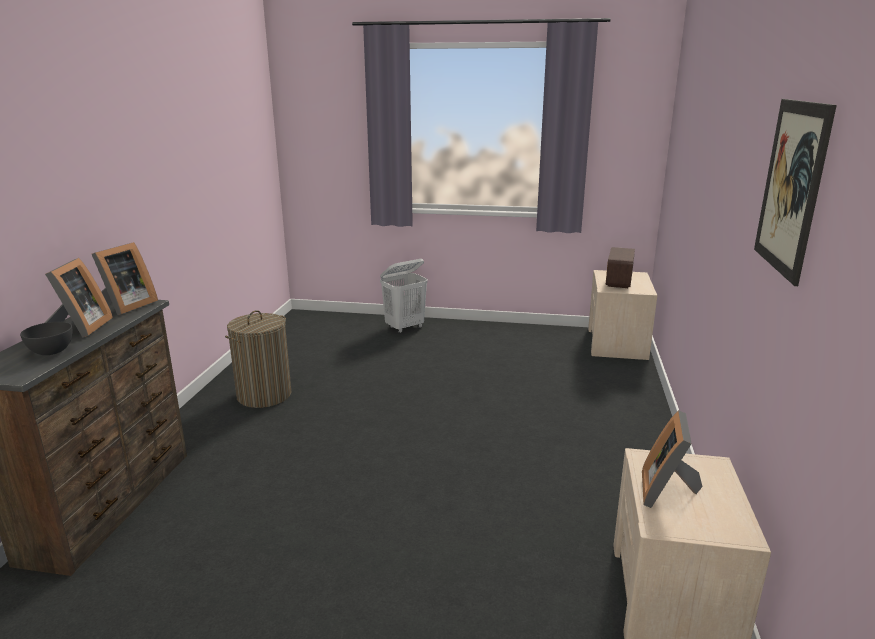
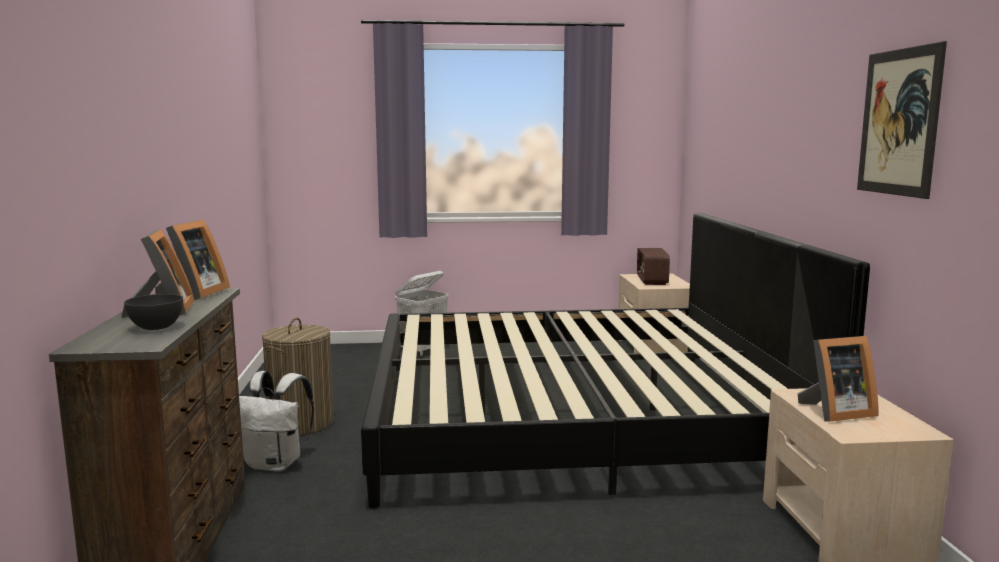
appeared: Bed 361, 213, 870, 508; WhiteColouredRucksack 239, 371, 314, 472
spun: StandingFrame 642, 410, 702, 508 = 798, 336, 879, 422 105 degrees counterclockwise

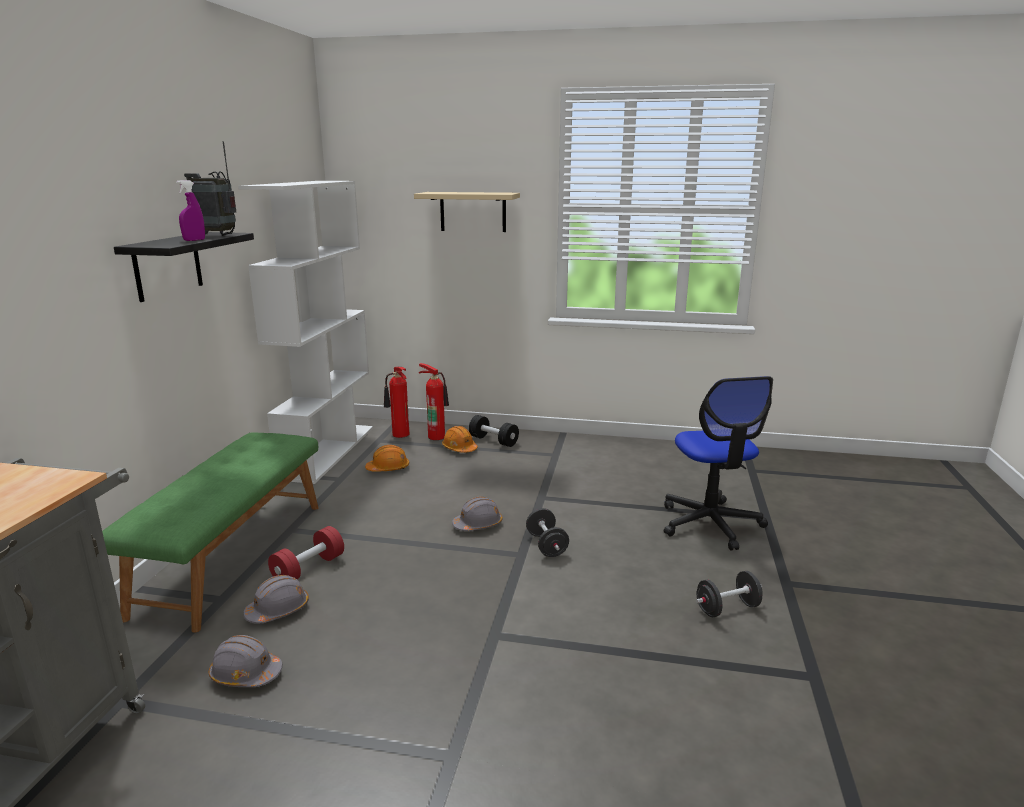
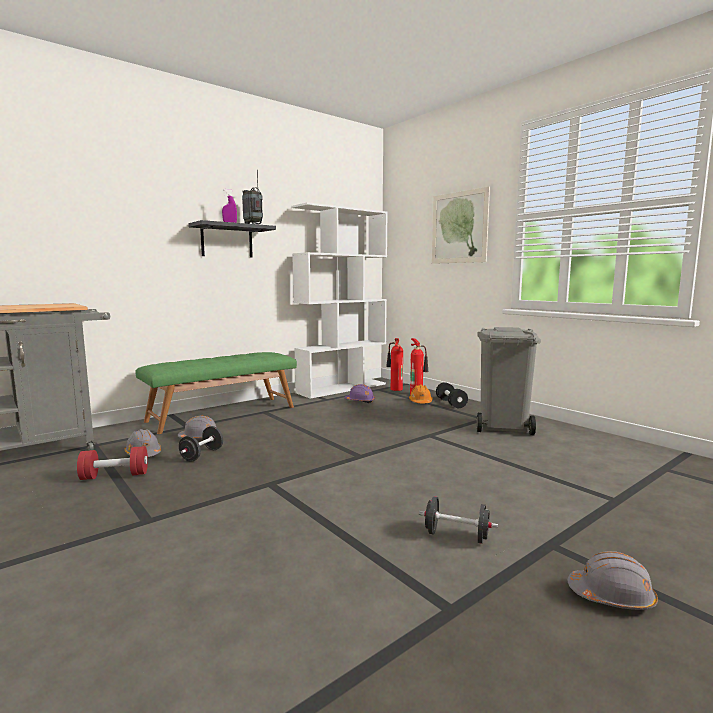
missing: DeskChair 664, 376, 773, 550
appeared: GreyishRubbishBin 477, 327, 541, 435
relocated: GreyishHardHat 452, 497, 502, 531 to 567, 551, 658, 610; BlackishFreeWeight 526, 508, 569, 557 to 179, 426, 223, 462; RedColouredFreeWeight 268, 526, 344, 579 to 77, 446, 148, 480
exchanged: SandColouredBracketShelf 414, 192, 520, 232 to WallPicture 432, 187, 490, 264
colour: OrangeHardHat 365, 445, 409, 472 to PurplishHardHat 345, 384, 375, 403

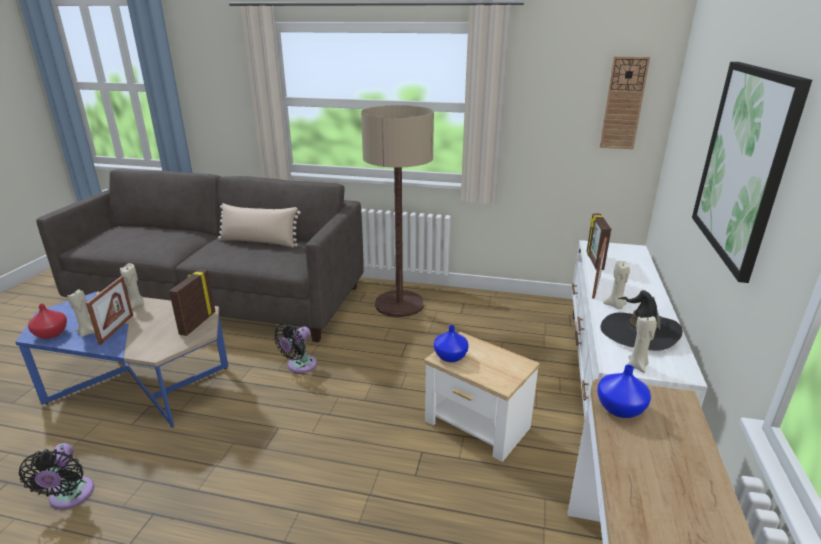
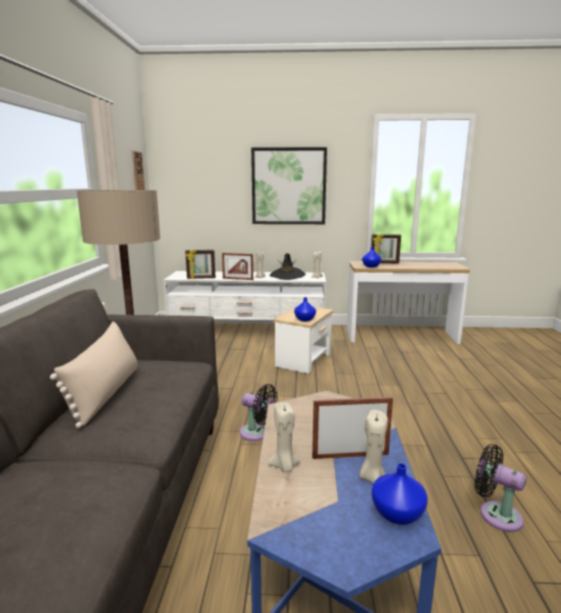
relocated: StandingFrame 169, 269, 216, 336 to 371, 234, 401, 263
colour: RedColouredVase 28, 303, 67, 339 to BlueVase 372, 463, 428, 525
spun: BlackishElectricFan 19, 443, 94, 510 = 474, 444, 527, 532 120 degrees counterclockwise

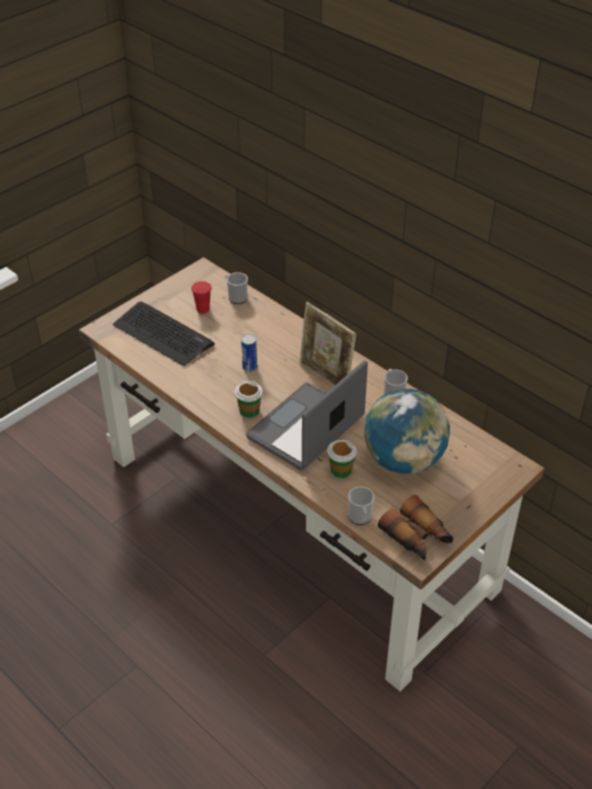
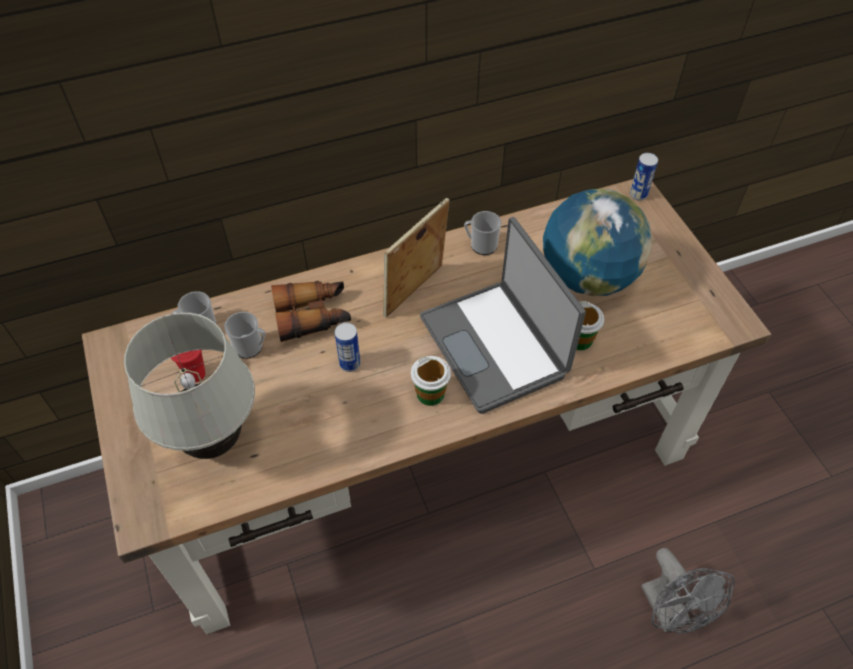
appeared: MetalCan 630, 153, 658, 201; GreyishElectricFan 641, 548, 735, 633
relocated: TeaMug 348, 486, 375, 525 to 224, 312, 265, 359; Binoculars 378, 495, 454, 560 to 271, 281, 351, 342
exchanged: PcKeyboard 113, 301, 215, 366 to WhiteColouredTabletopLamp 124, 313, 255, 459
spun: StandingFrame 300, 302, 356, 386 = 383, 198, 449, 318 150 degrees clockwise

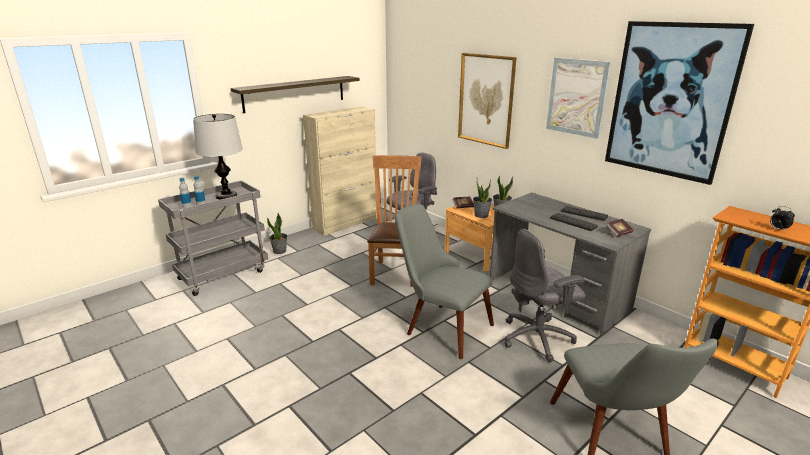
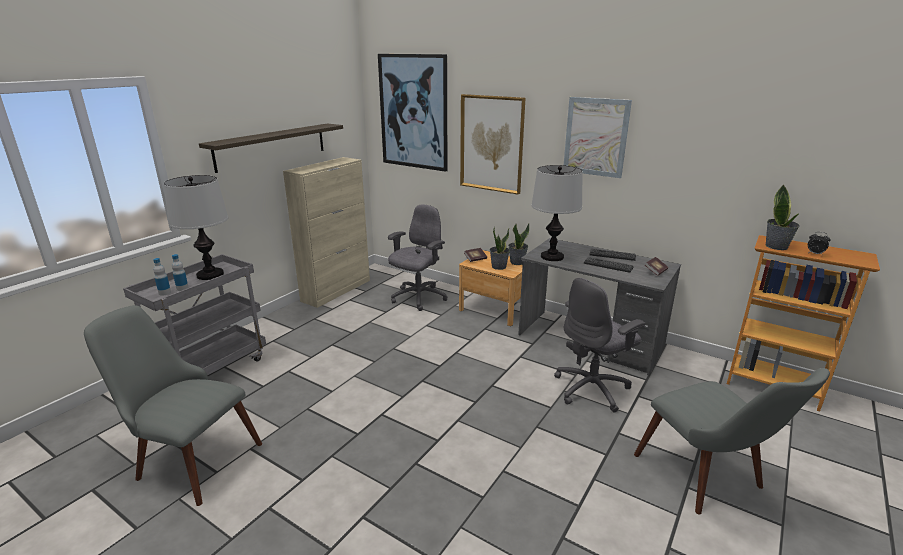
missing: BrownUprightChair 367, 155, 422, 287
appeared: TabletopLamp 531, 165, 583, 261
relocated: WallPicture 605, 21, 754, 185 to 378, 54, 447, 172; GreyishUprightChair 395, 204, 494, 359 to 84, 305, 262, 506; PottedPlant 267, 213, 287, 254 to 765, 184, 800, 250

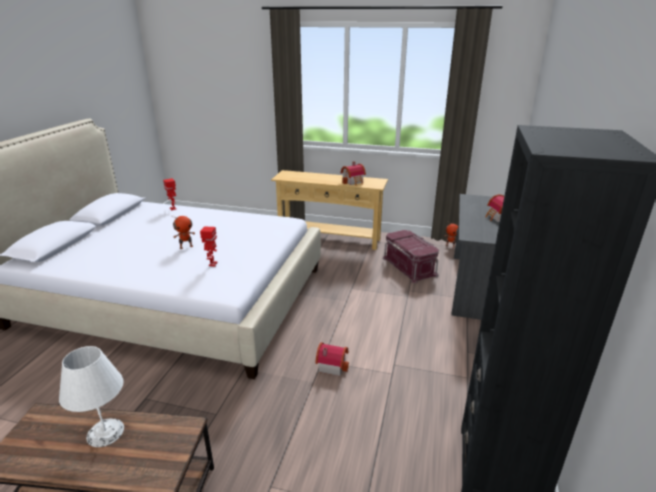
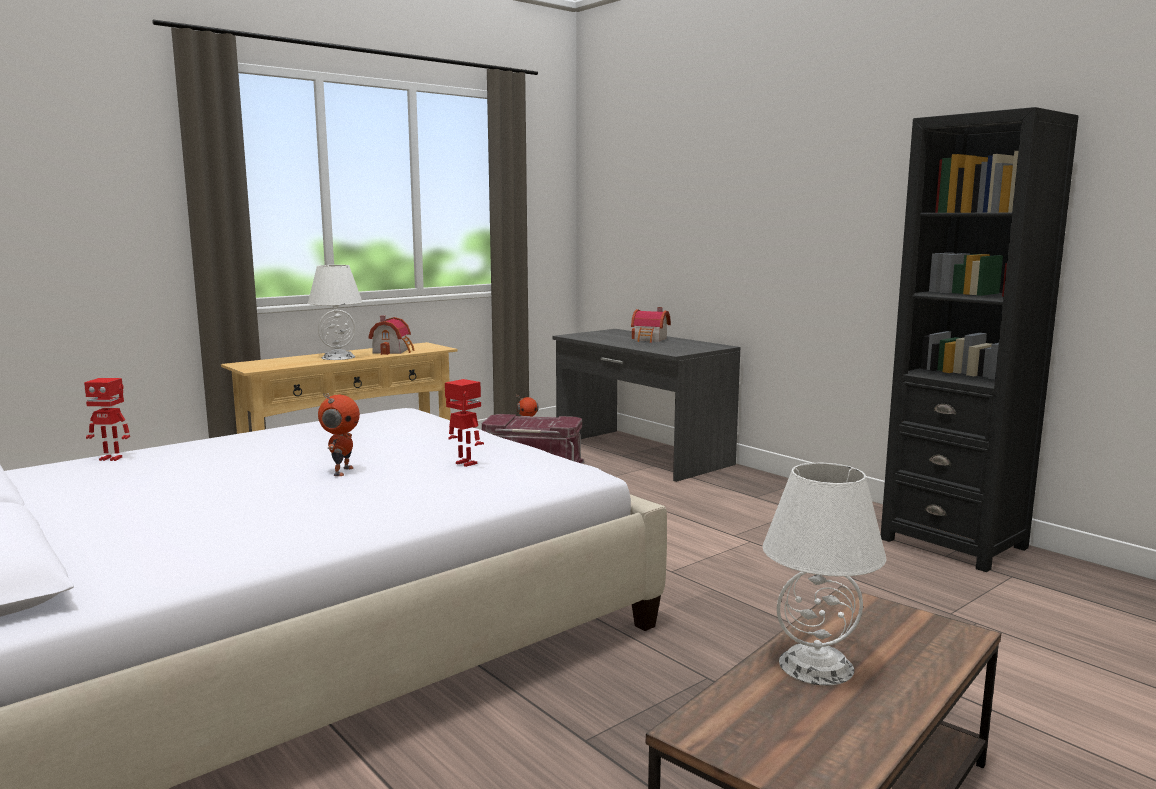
missing: MiniatureHouse 315, 342, 349, 376
appeared: WhiteColouredTabletopLamp 308, 265, 363, 360

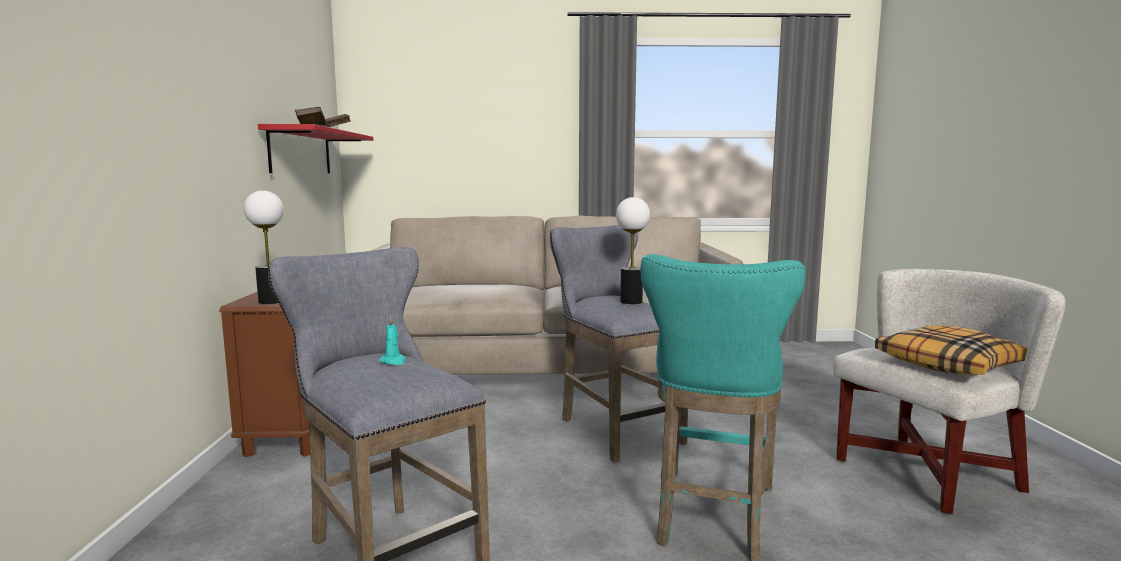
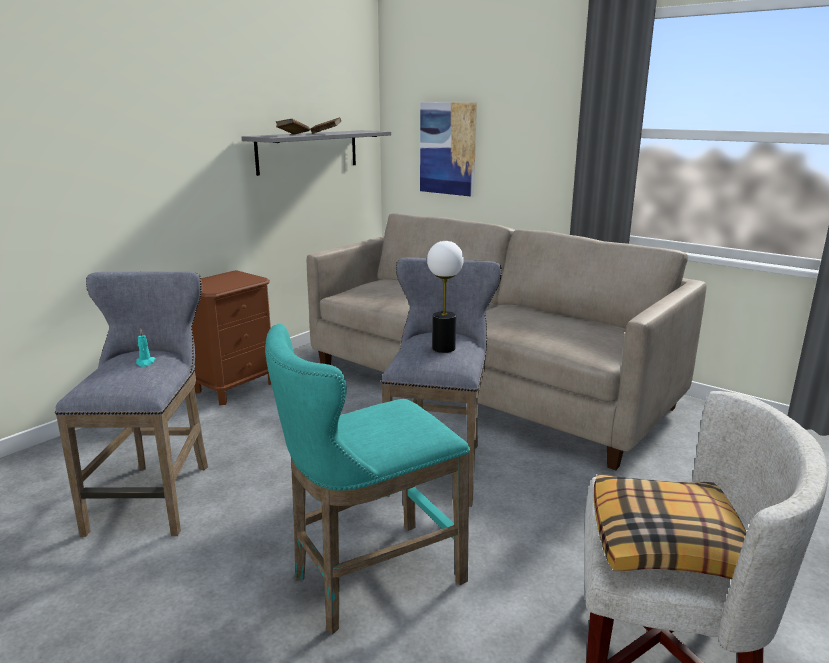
missing: TabletopLamp 244, 191, 284, 304
appeared: WallPicture 420, 102, 477, 197
colour: RedColouredBracketShelf 258, 124, 373, 173 to GreyishBracketShelf 242, 130, 391, 176

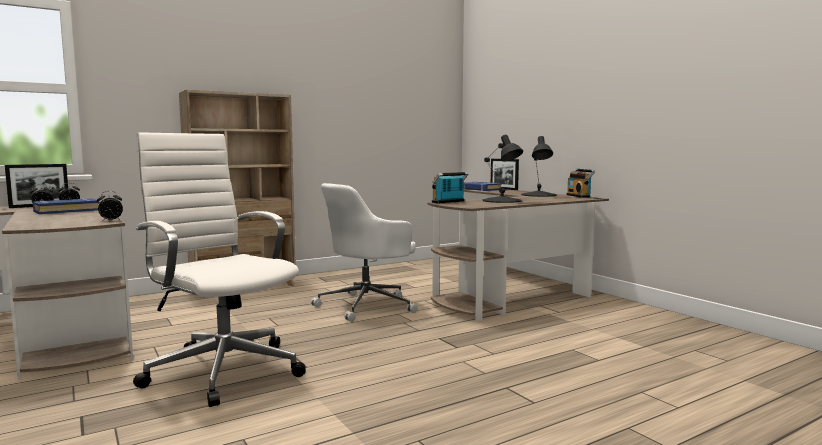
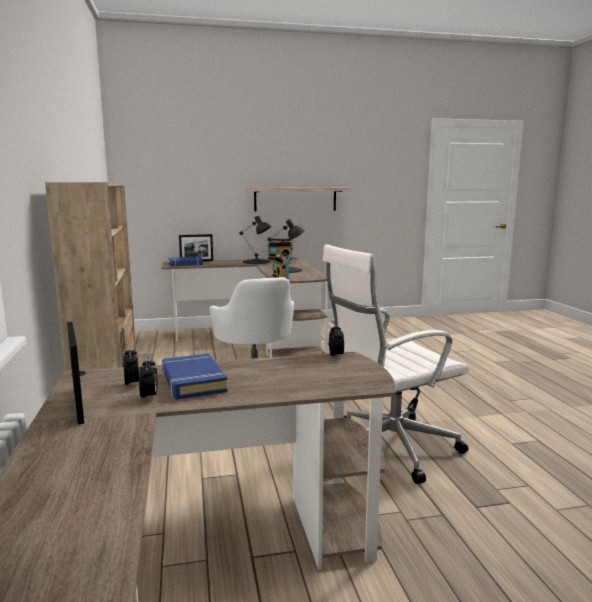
appeared: BracketShelf 245, 187, 352, 212

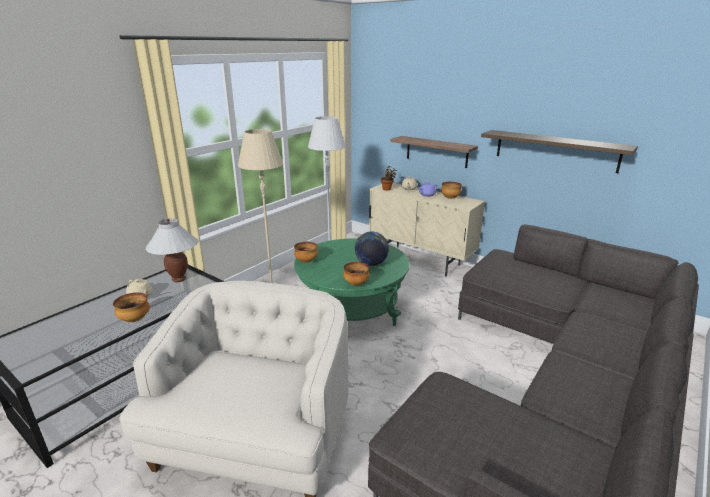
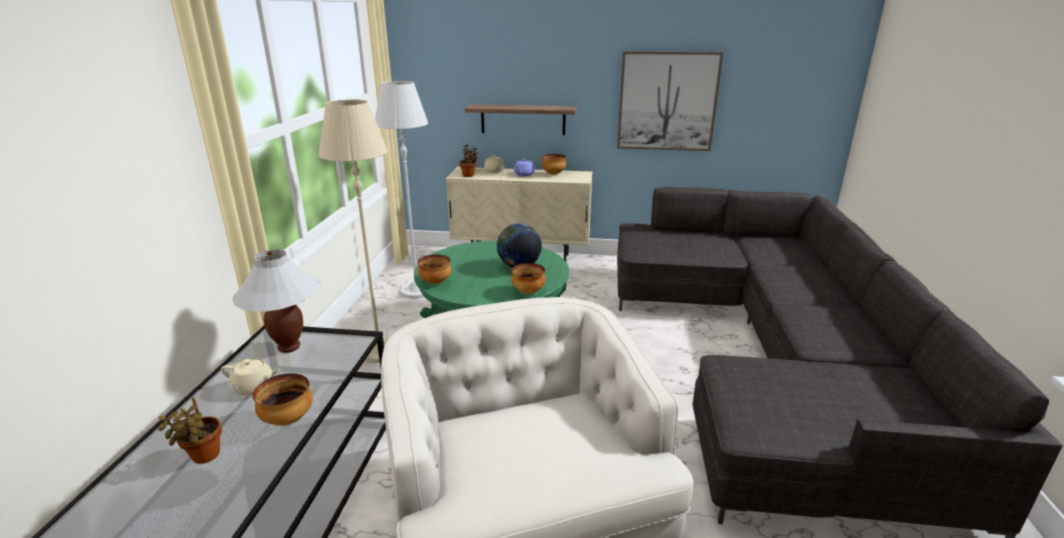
appeared: PottedPlant 158, 397, 222, 464
exchanged: BracketShelf 481, 130, 638, 173 to WallPicture 617, 51, 723, 151

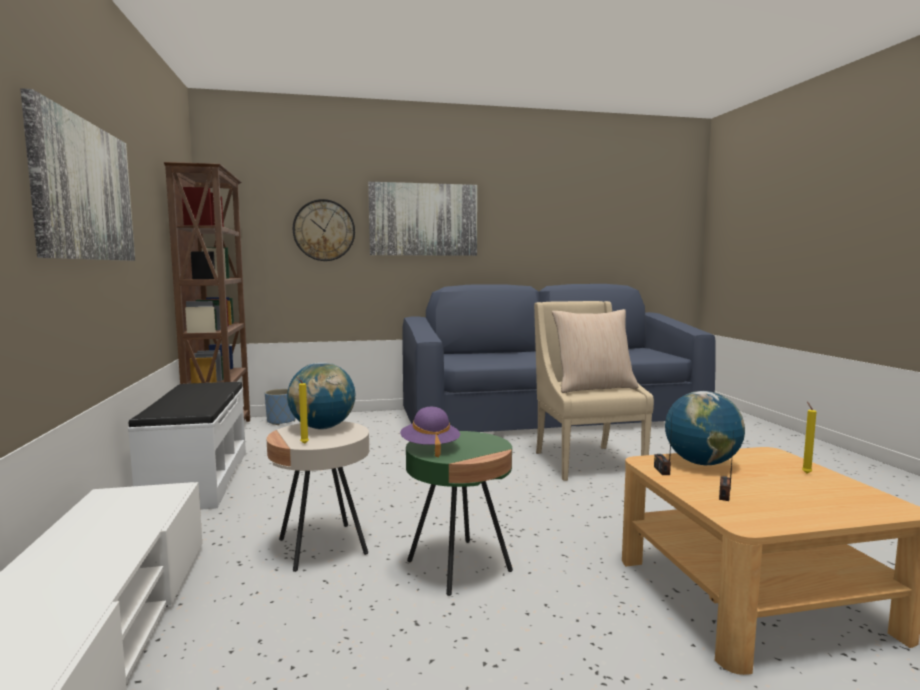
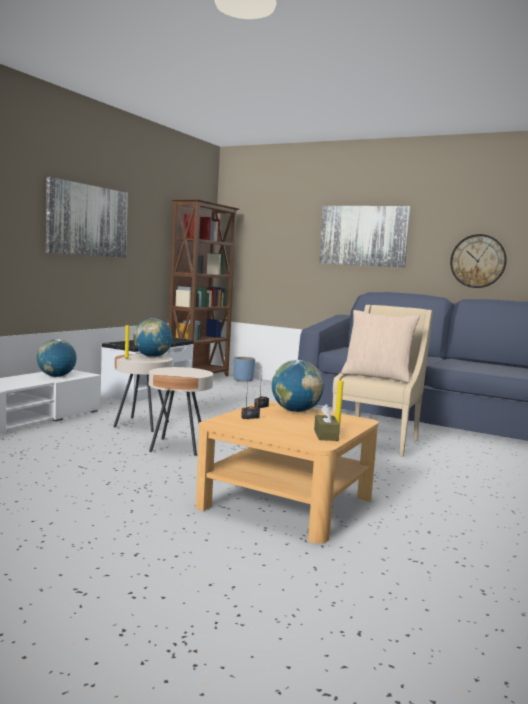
missing: PurplishWearableHat 400, 407, 460, 457
appeared: WorldGlobe 37, 339, 77, 377; BrownTissueBox 314, 404, 340, 441
relocated: ClockOnTheWall 293, 199, 355, 261 to 450, 234, 507, 288
colour: GreenishSideTable 406, 431, 513, 596 to SandColouredSideTable 149, 367, 213, 456

